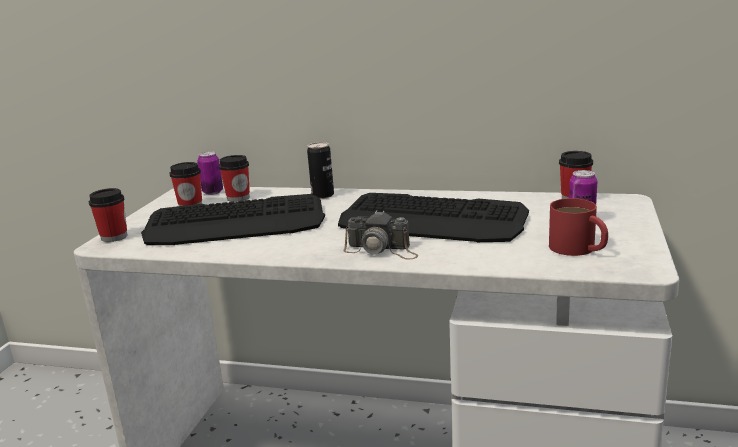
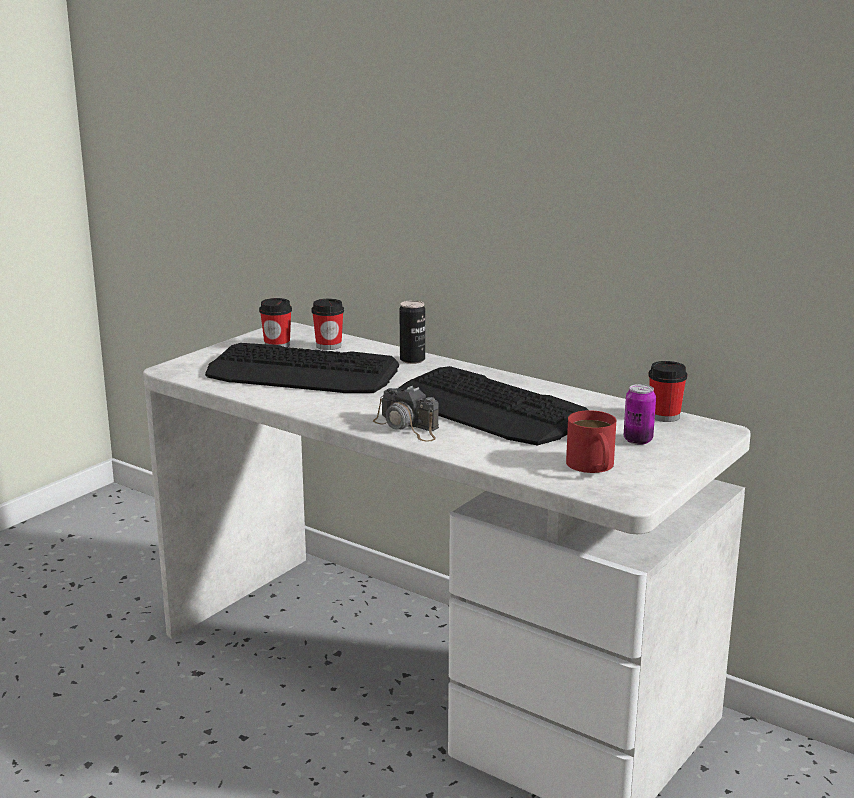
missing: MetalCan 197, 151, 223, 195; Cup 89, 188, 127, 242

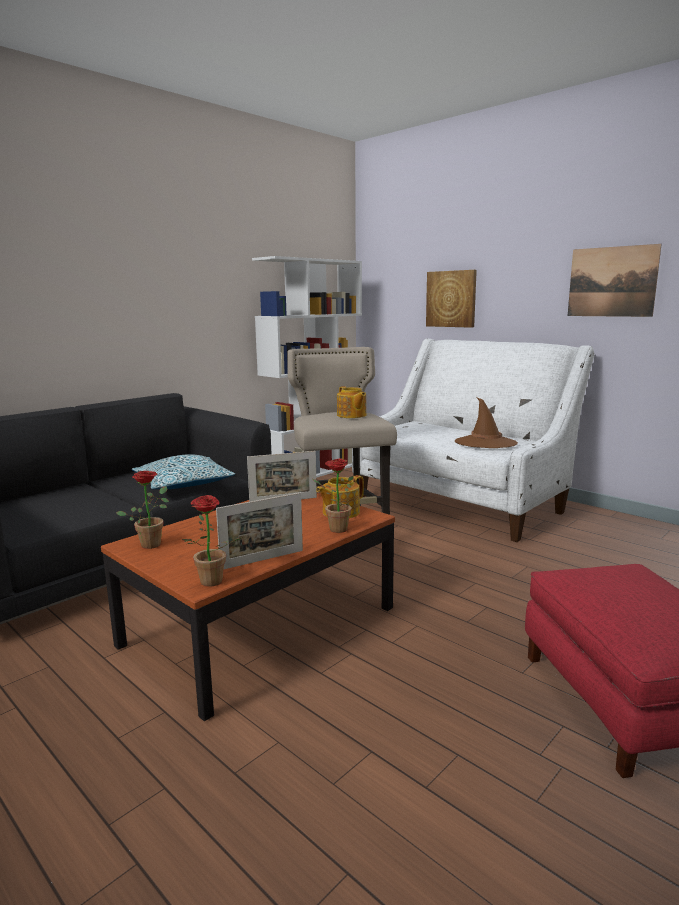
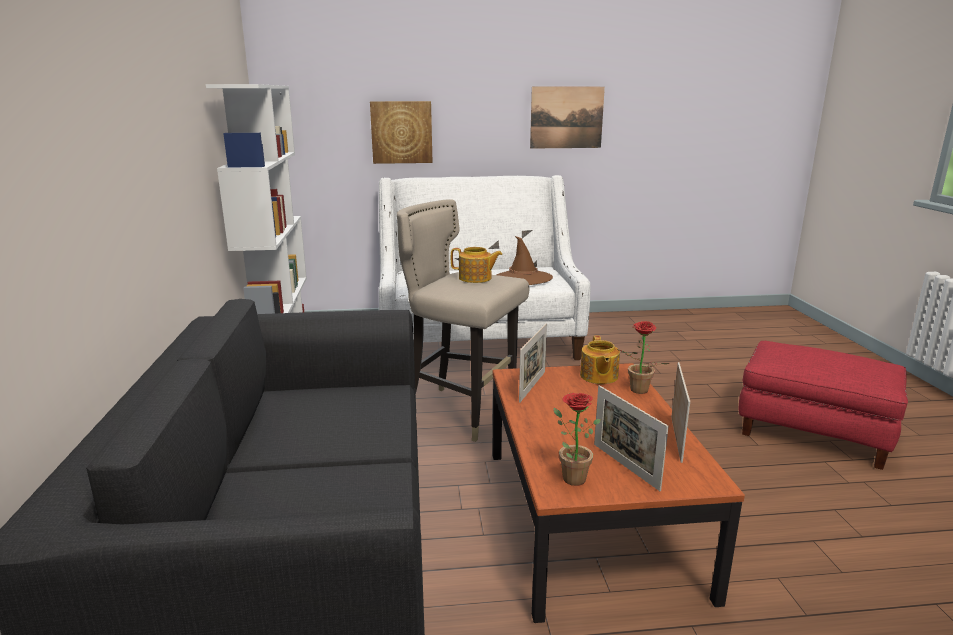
missing: ThrowPillow 132, 454, 235, 489; PottedPlant 182, 495, 243, 587
appeared: StandingFrame 594, 385, 669, 491

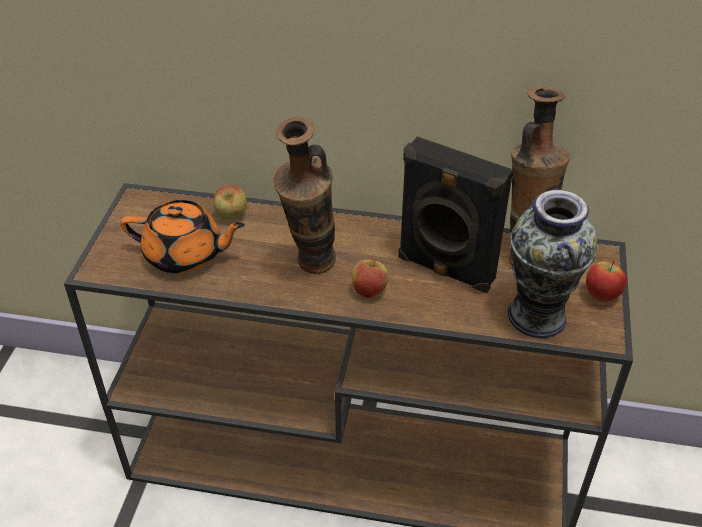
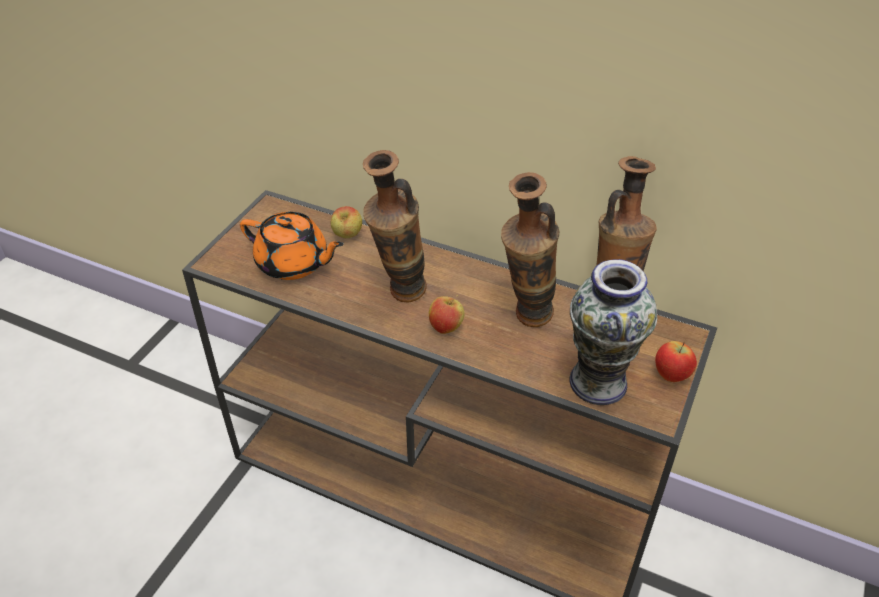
exchanged: BlackishSpeaker 398, 136, 513, 293 to Vase 501, 172, 559, 327

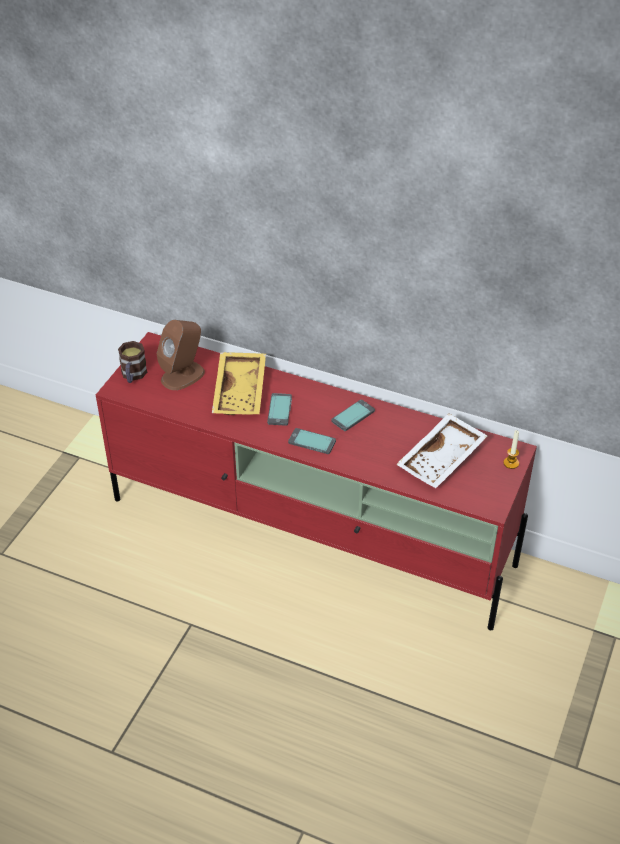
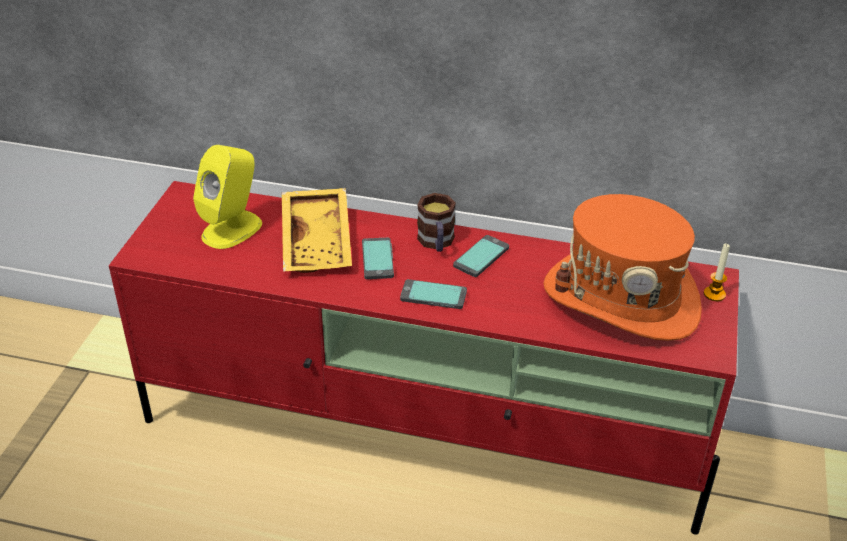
relocated: TeaMug 118, 341, 148, 383 to 417, 193, 456, 252
exchanged: WhiteColouredTray 396, 413, 487, 488 to OrangeWearableHat 543, 194, 702, 341
colour: BrownSpeaker 157, 320, 205, 390 to YellowishSpeaker 193, 145, 262, 249

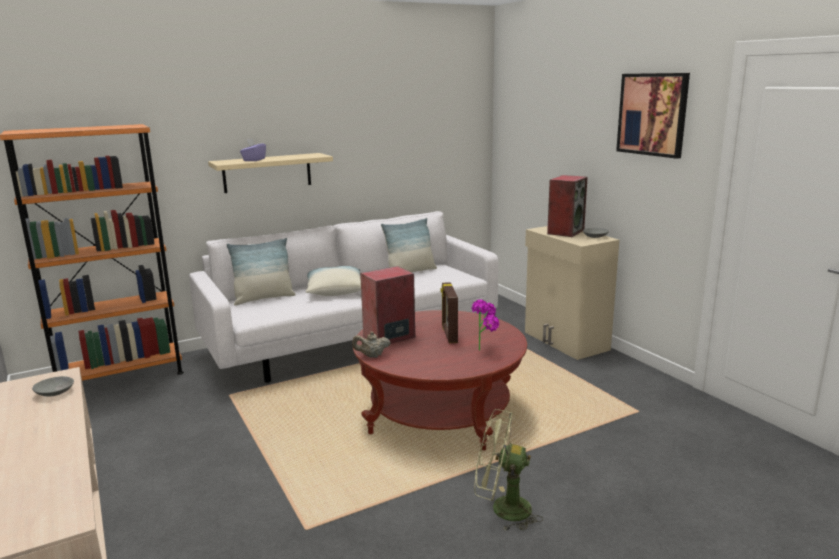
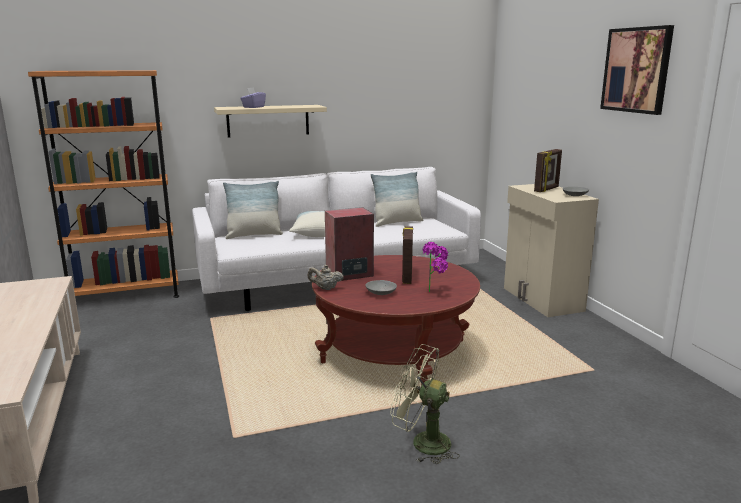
relocated: GreyishBowl 32, 376, 74, 396 to 365, 280, 397, 295
exchanged: Speaker 547, 175, 588, 237 to StandingFrame 534, 149, 562, 192

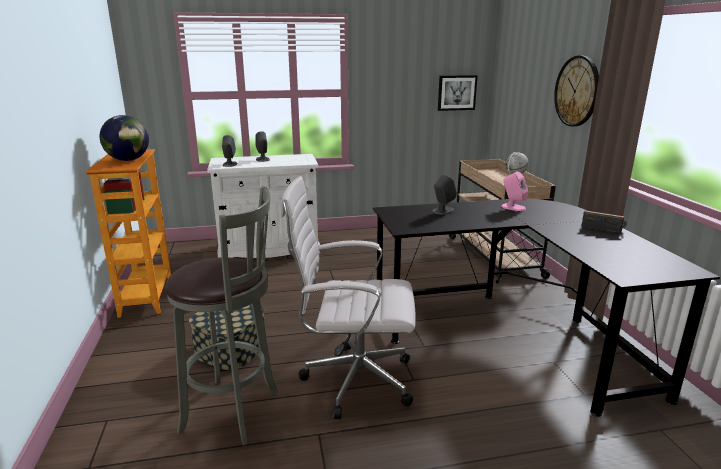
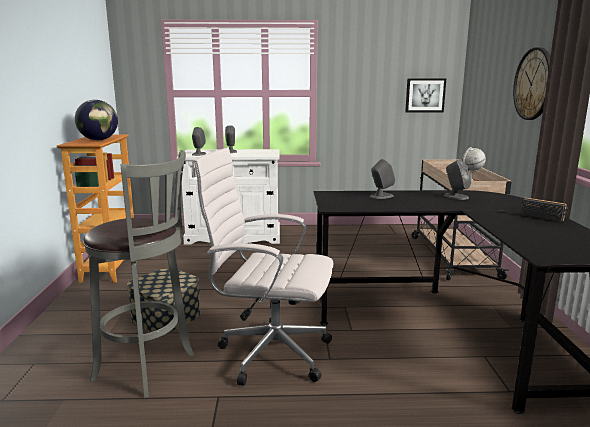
colour: PinkSpeaker 501, 172, 528, 211 to GreyishSpeaker 444, 159, 471, 200

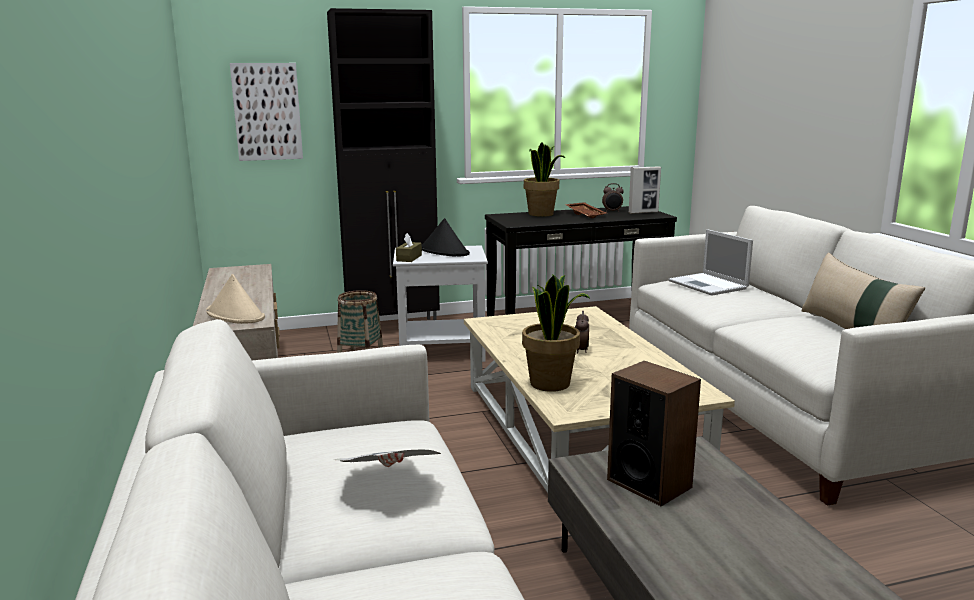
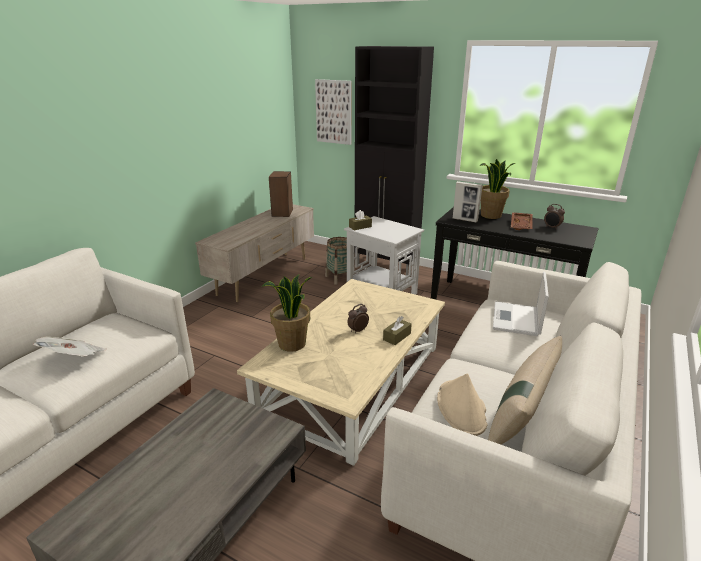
missing: BlackishWearableHat 422, 218, 470, 257
appeared: BrownTissueBox 383, 316, 412, 345
relocated: StandingFrame 629, 166, 661, 214 to 453, 181, 483, 223; SandColouredWearableHat 206, 274, 265, 324 to 437, 373, 488, 436; Speaker 607, 361, 701, 506 to 269, 171, 293, 217

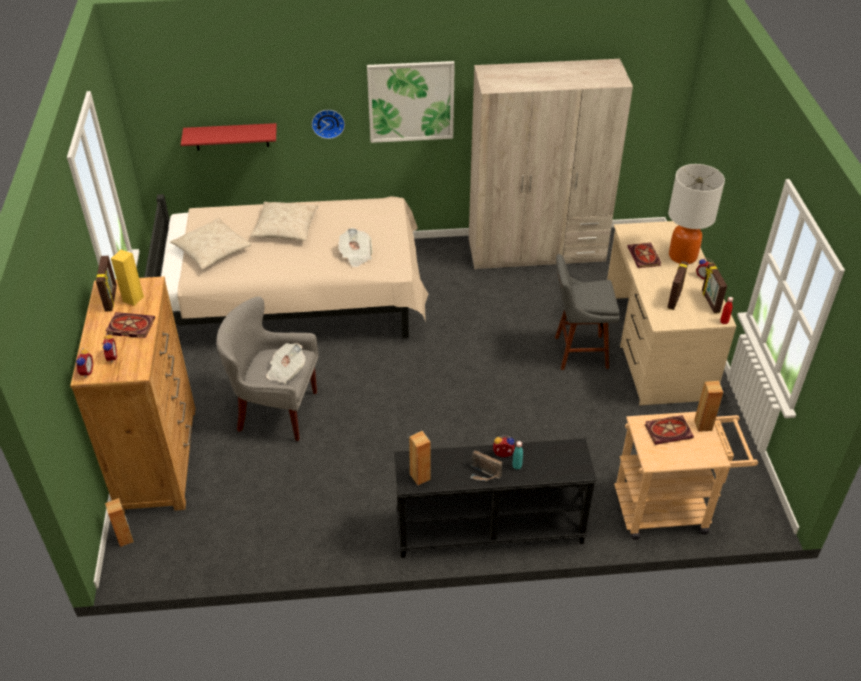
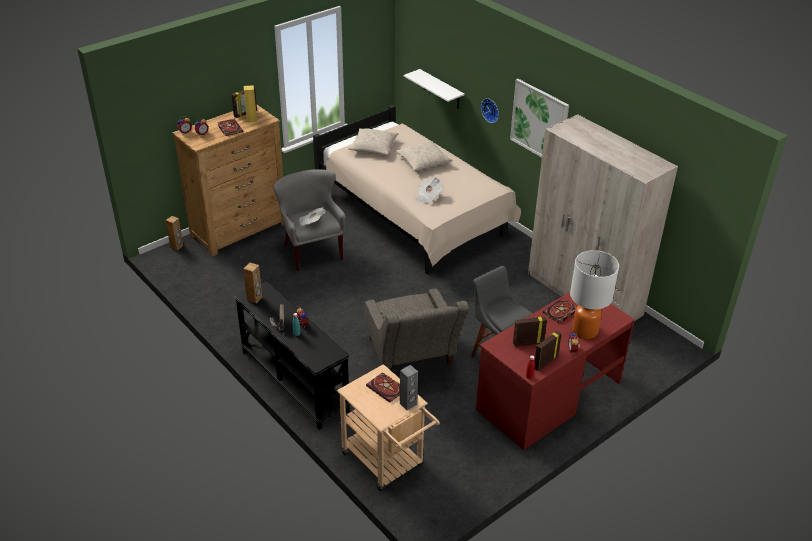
appeared: GreyishEasyChair 365, 288, 469, 370
colour: RedColouredBracketShelf 181, 123, 277, 151 to WhiteColouredBracketShelf 403, 69, 465, 109; SandColouredDeskUnit 607, 221, 737, 405 to RedColouredDeskUnit 476, 292, 635, 450; BrownSpeaker 694, 381, 723, 432 to GreyishSpeaker 400, 365, 418, 410

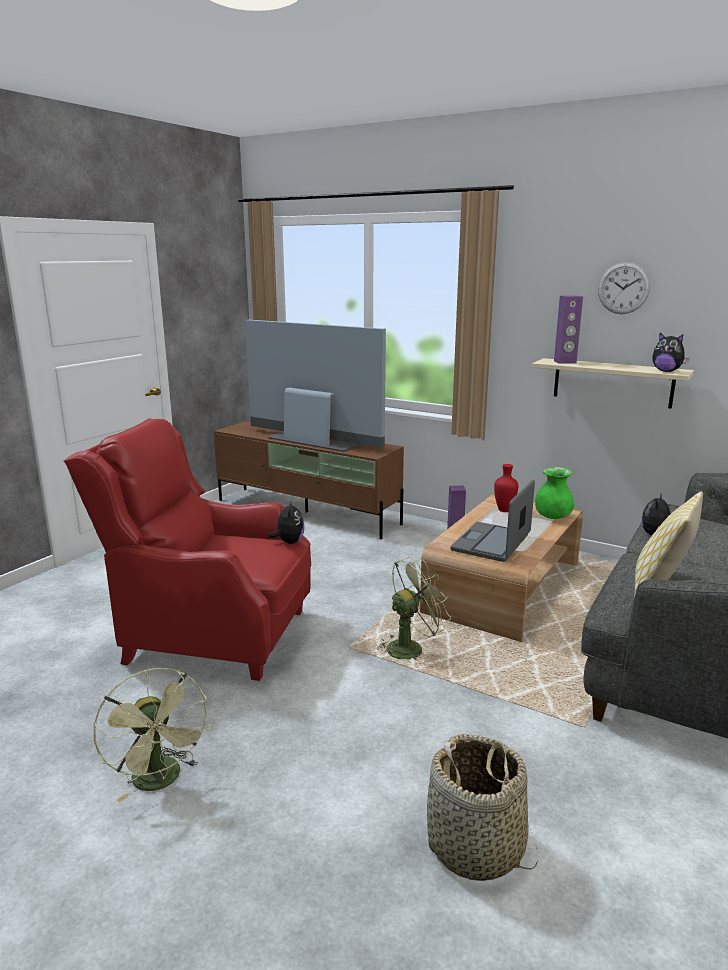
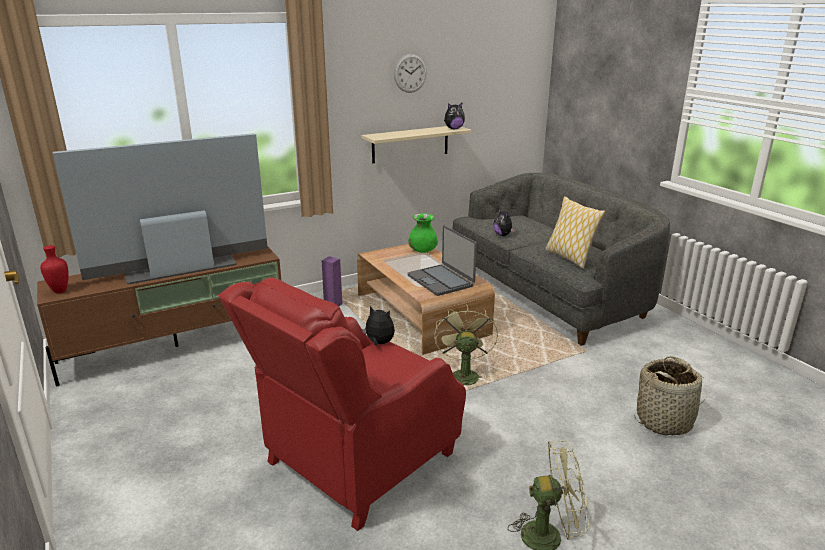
missing: PurplishSpeaker 554, 296, 583, 364
relocated: RedColouredVase 494, 464, 518, 512 to 40, 245, 69, 293

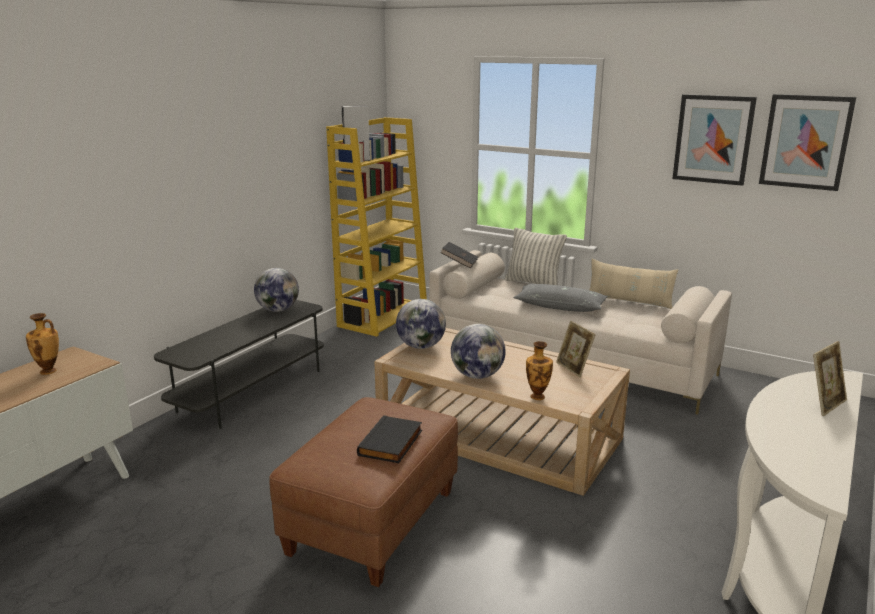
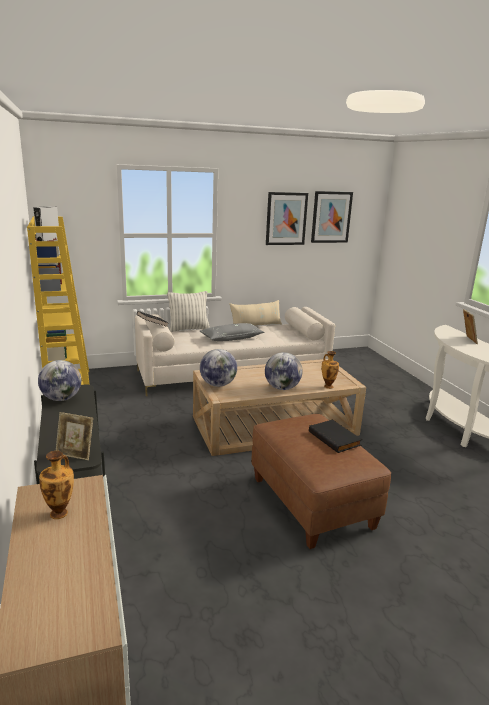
relocated: StandingFrame 556, 321, 596, 377 to 56, 412, 93, 460

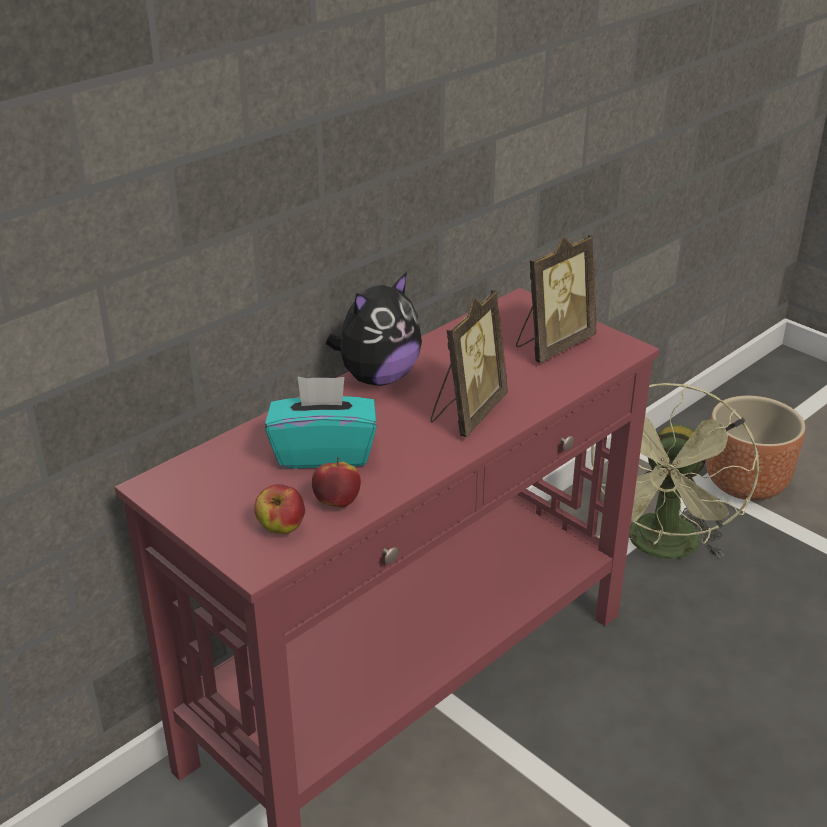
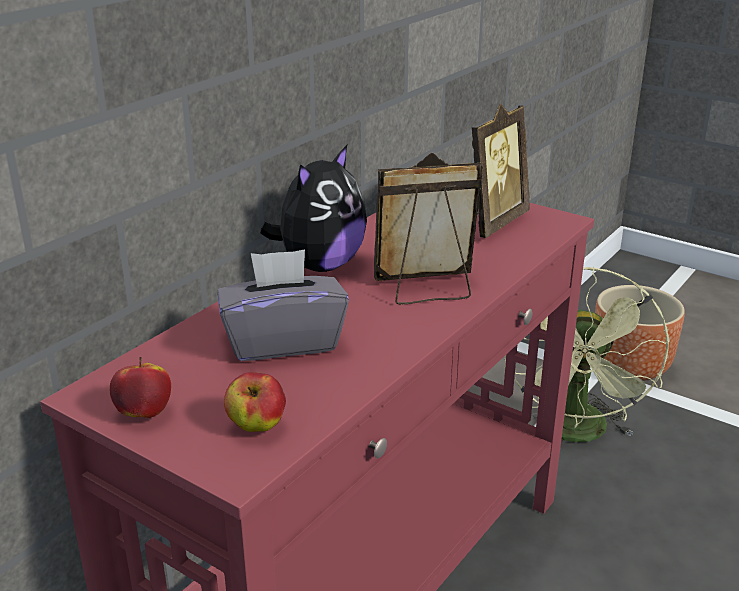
relocated: Apple 312, 457, 361, 507 to 109, 357, 171, 418
colour: BlueGreenTissueBox 265, 377, 377, 468 to GreyishTissueBox 217, 249, 349, 361
spun: StandingFrame 430, 290, 508, 437 = 374, 152, 483, 304 120 degrees counterclockwise

